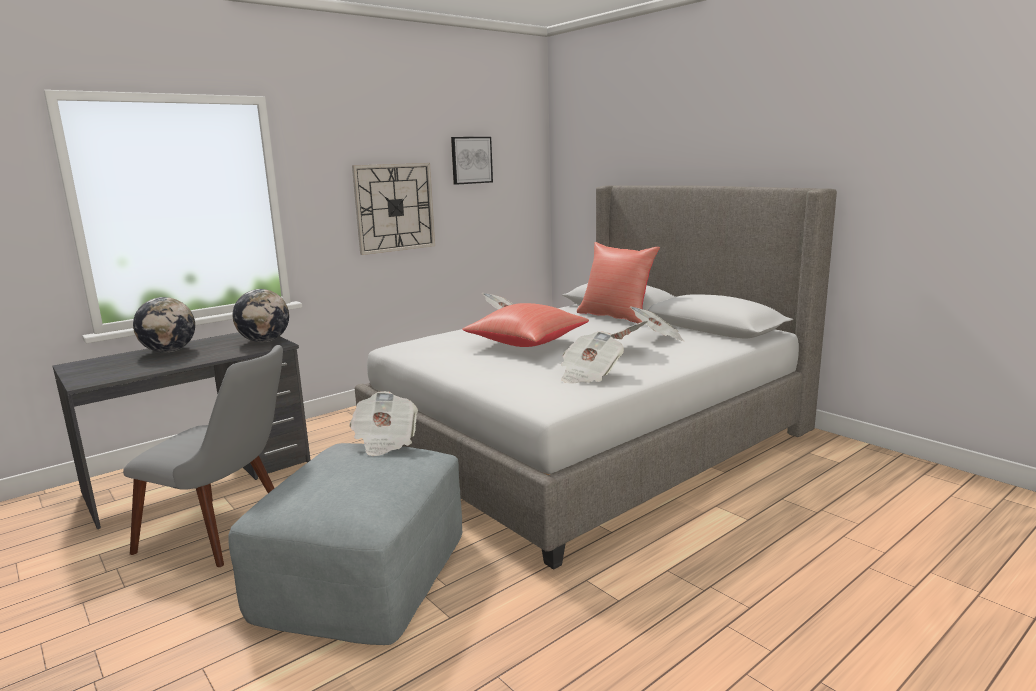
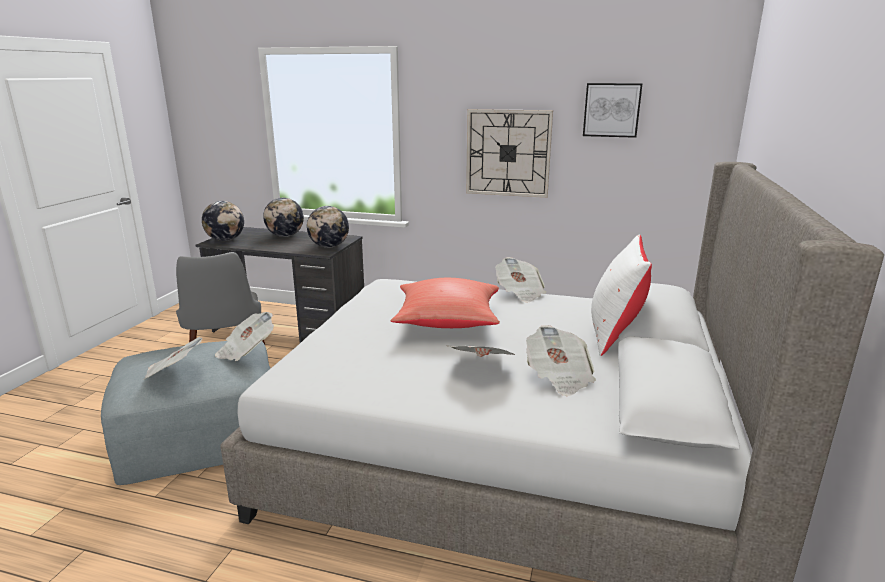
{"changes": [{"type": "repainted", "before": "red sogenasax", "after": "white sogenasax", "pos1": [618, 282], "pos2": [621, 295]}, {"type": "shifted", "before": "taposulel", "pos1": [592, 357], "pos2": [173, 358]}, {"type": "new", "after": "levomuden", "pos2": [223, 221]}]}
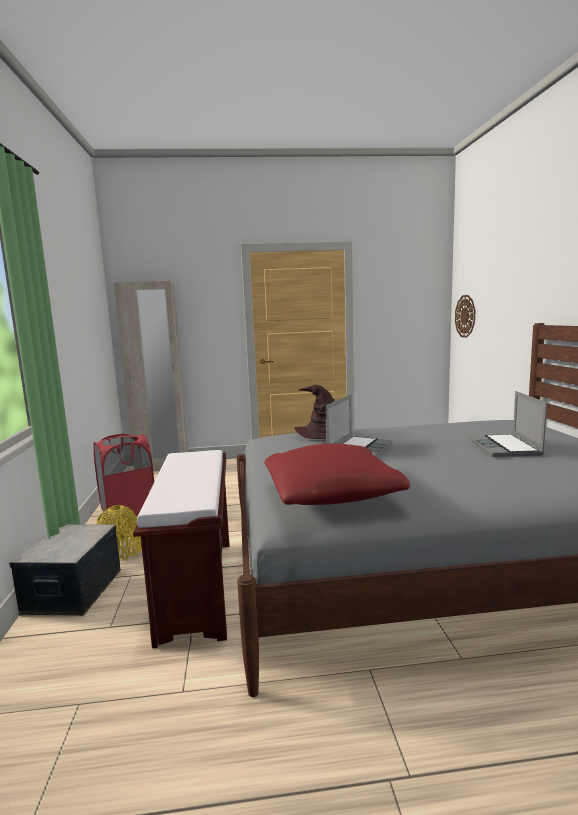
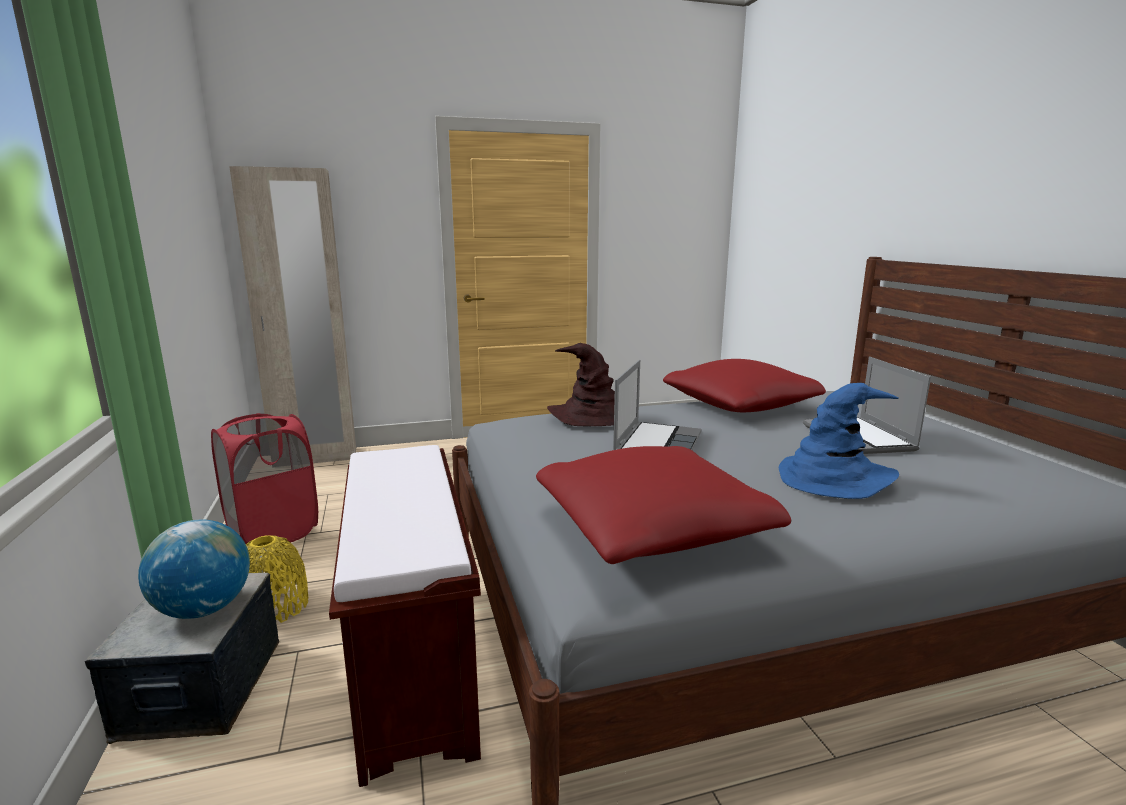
{"changes": [{"type": "gone", "before": "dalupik", "pos1": [465, 316]}, {"type": "new", "after": "red sogenasax", "pos2": [744, 385]}, {"type": "new", "after": "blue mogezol", "pos2": [839, 441]}, {"type": "new", "after": "levomuden", "pos2": [194, 569]}]}
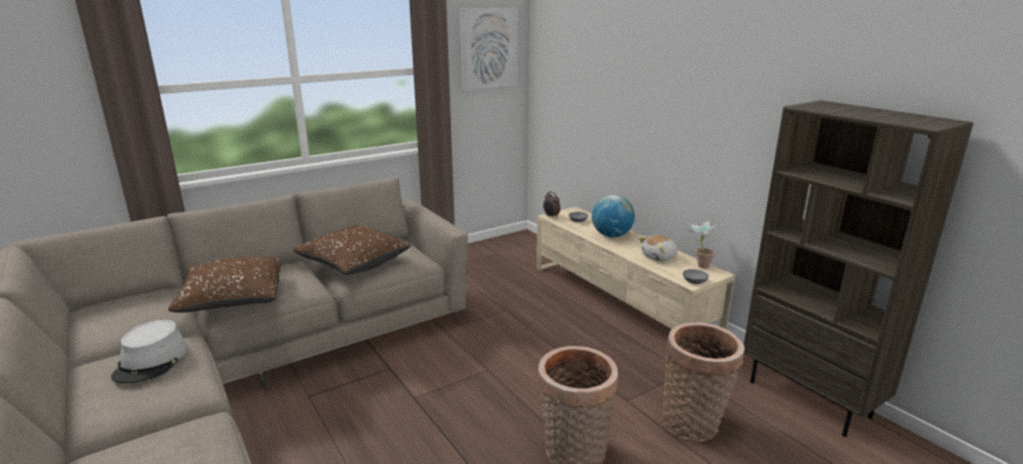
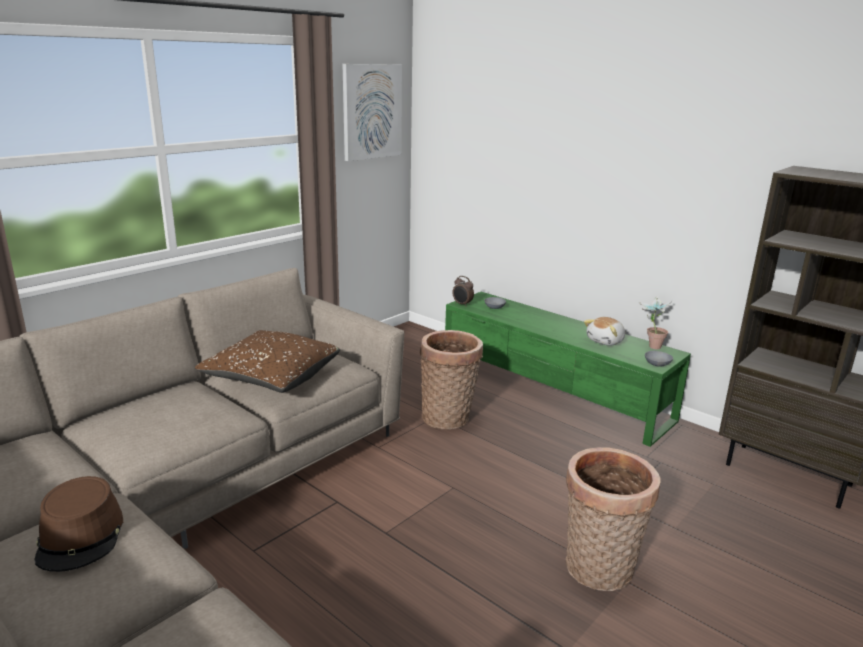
{"changes": [{"type": "gone", "before": "levomuden", "pos1": [613, 216]}, {"type": "repainted", "before": "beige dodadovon", "after": "green dodadovon", "pos1": [636, 268], "pos2": [568, 369]}, {"type": "gone", "before": "brown sogenasax", "pos1": [225, 285]}, {"type": "repainted", "before": "grey mogezol", "after": "brown mogezol", "pos1": [149, 351], "pos2": [79, 524]}, {"type": "shifted", "before": "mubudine", "pos1": [703, 382], "pos2": [451, 379]}]}
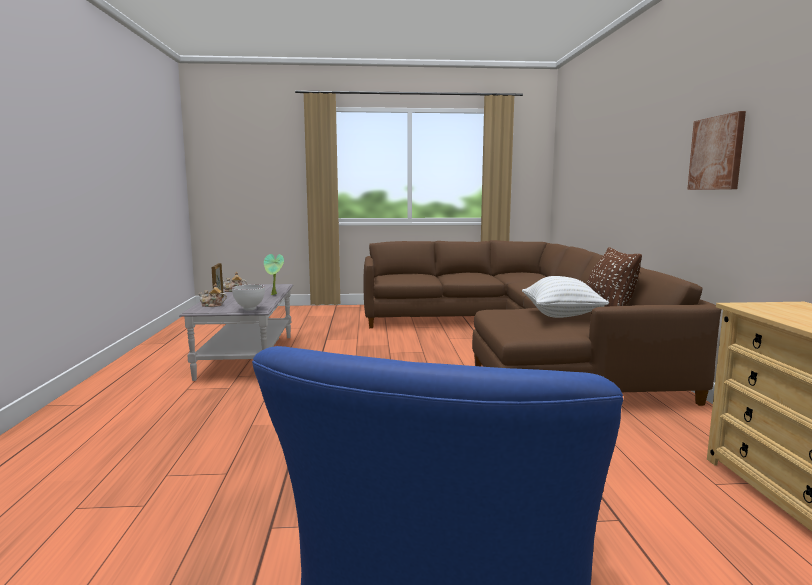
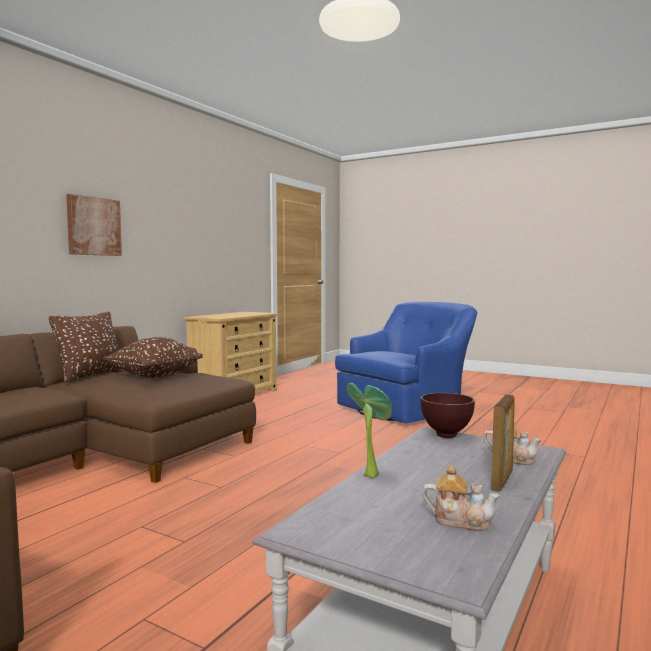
{"changes": [{"type": "repainted", "before": "white sogenasax", "after": "brown sogenasax", "pos1": [565, 297], "pos2": [153, 357]}, {"type": "repainted", "before": "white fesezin", "after": "brown fesezin", "pos1": [248, 297], "pos2": [448, 415]}]}
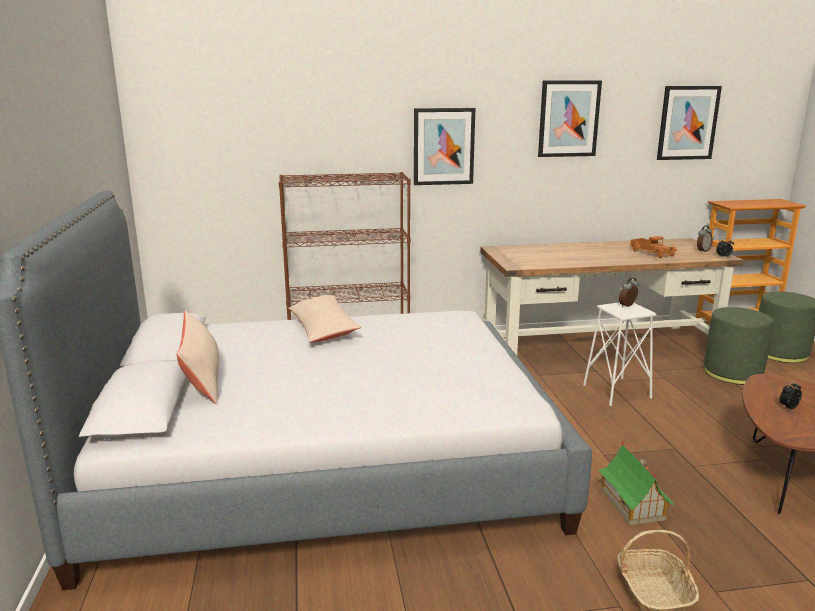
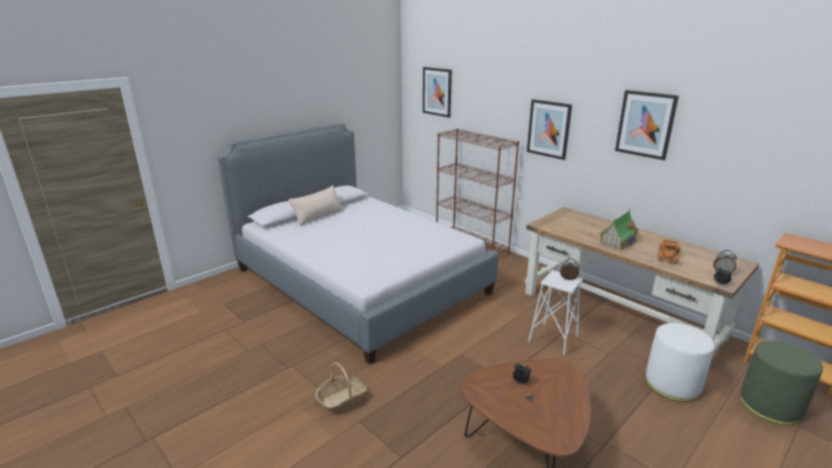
{"changes": [{"type": "shifted", "before": "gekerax", "pos1": [689, 123], "pos2": [437, 92]}, {"type": "gone", "before": "beige sogenasax", "pos1": [324, 319]}, {"type": "repainted", "before": "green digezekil", "after": "white digezekil", "pos1": [738, 346], "pos2": [680, 362]}, {"type": "shifted", "before": "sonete", "pos1": [635, 483], "pos2": [618, 229]}]}
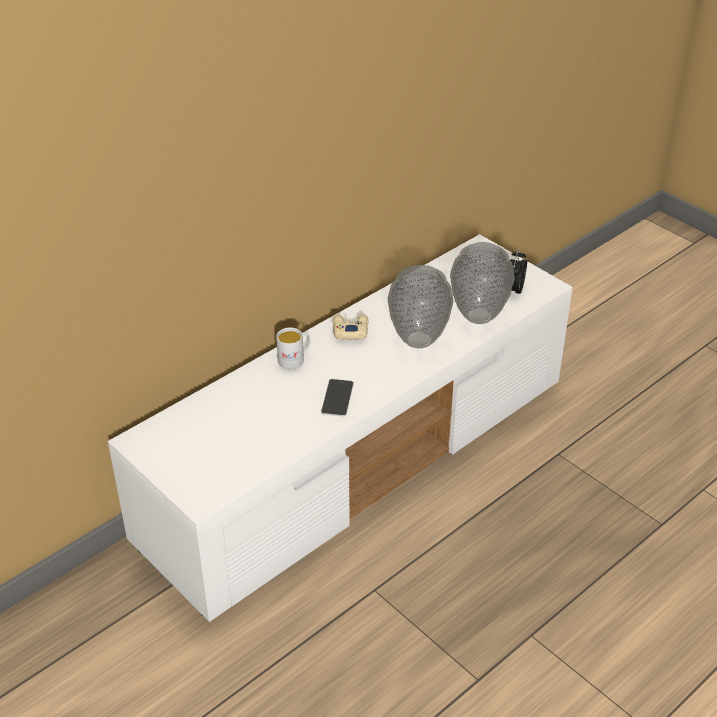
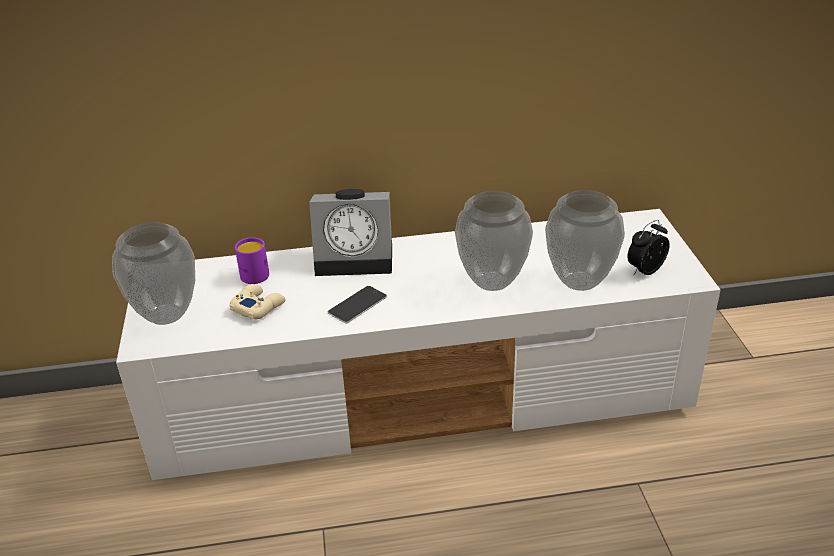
{"changes": [{"type": "shifted", "before": "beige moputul", "pos1": [350, 327], "pos2": [257, 301]}, {"type": "swapped", "before": "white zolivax", "after": "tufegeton", "pos1": [293, 348], "pos2": [350, 232]}, {"type": "new", "after": "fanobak", "pos2": [153, 273]}, {"type": "new", "after": "purple zolivax", "pos2": [252, 260]}]}
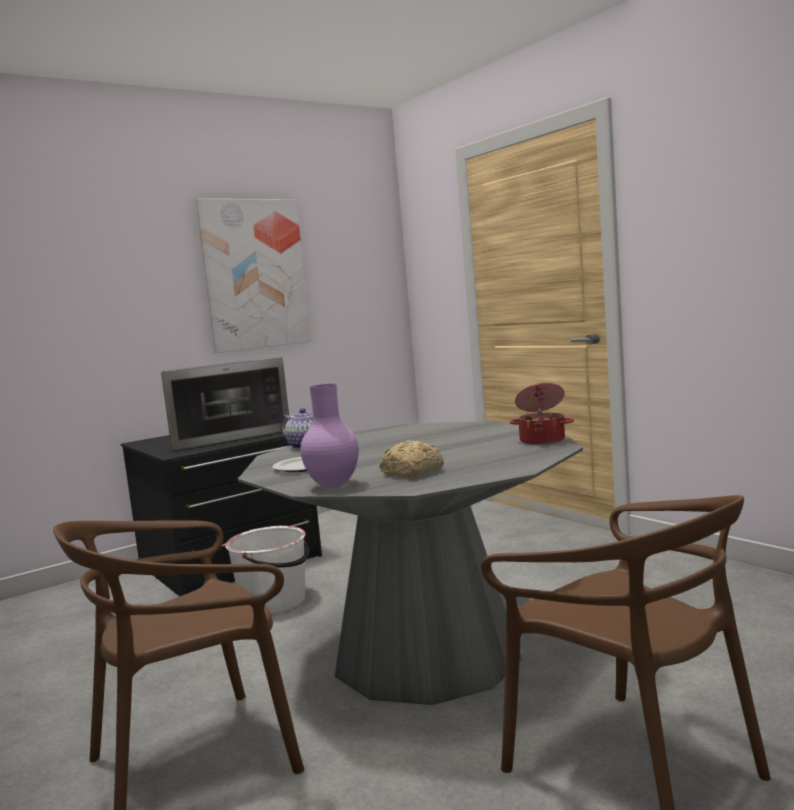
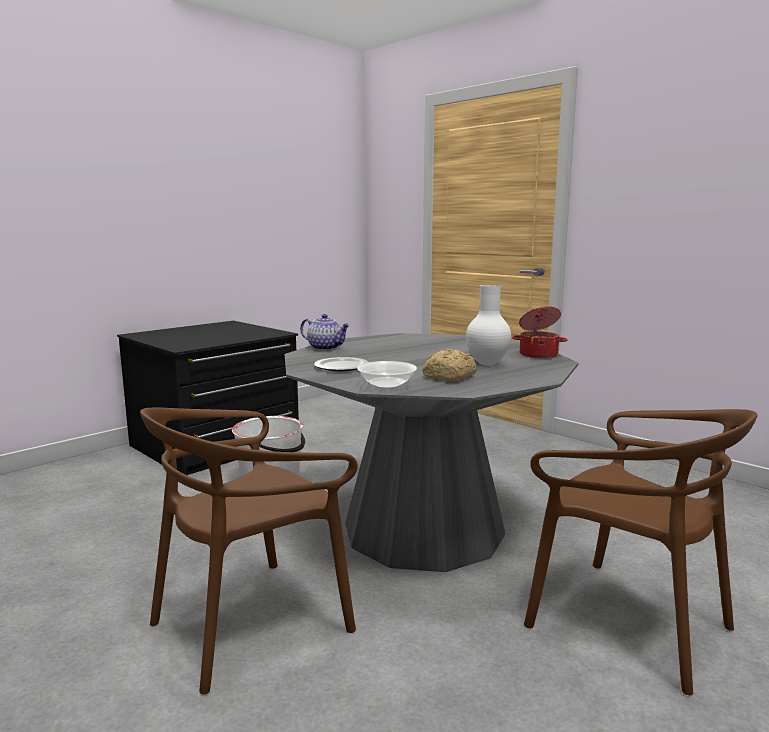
{"changes": [{"type": "gone", "before": "gekerax", "pos1": [253, 276]}, {"type": "gone", "before": "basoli", "pos1": [225, 404]}, {"type": "swapped", "before": "purple fanobak", "after": "fesezin", "pos1": [329, 436], "pos2": [387, 375]}, {"type": "new", "after": "white fanobak", "pos2": [488, 325]}]}
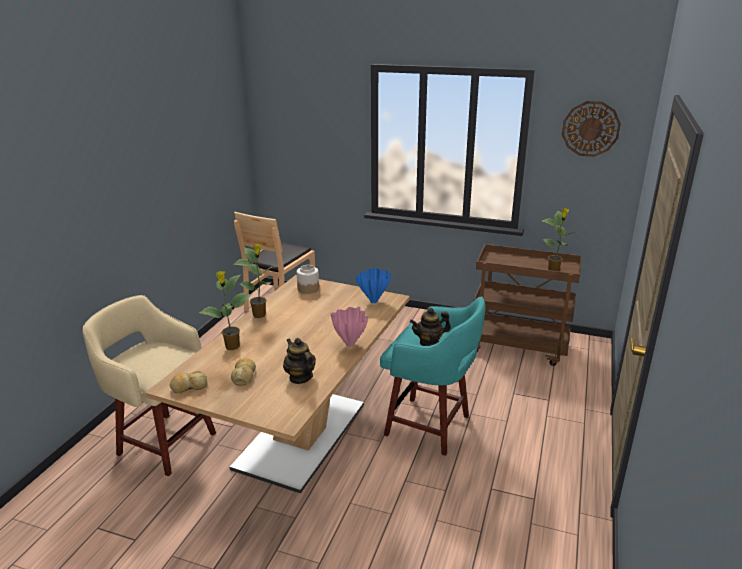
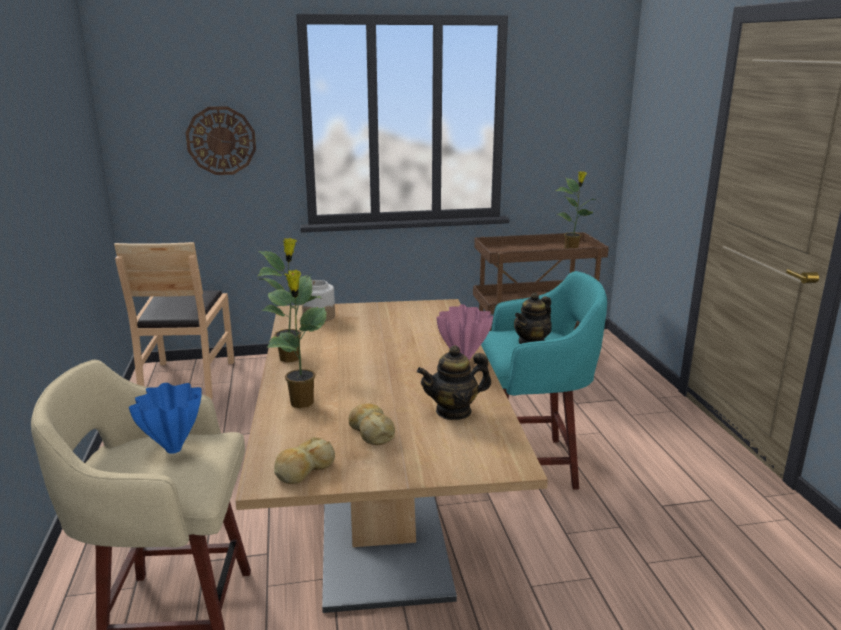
{"changes": [{"type": "shifted", "before": "dalupik", "pos1": [591, 129], "pos2": [221, 140]}, {"type": "shifted", "before": "blue fanobak", "pos1": [373, 285], "pos2": [165, 418]}, {"type": "rotated", "before": "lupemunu", "pos1": [299, 361], "pos2": [454, 382], "turn": -45}]}
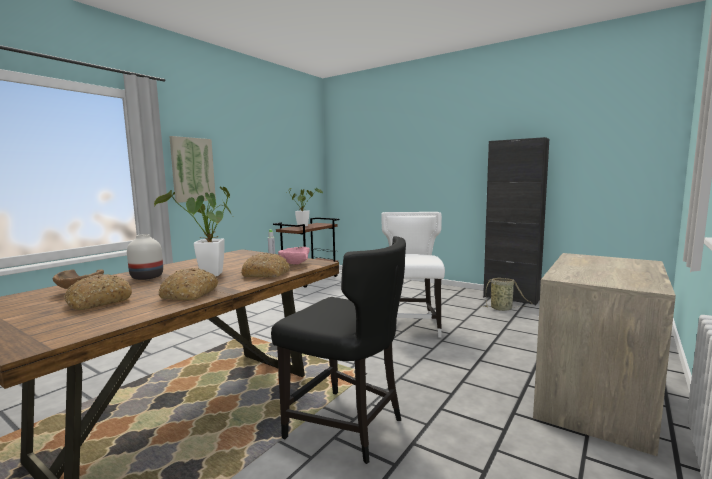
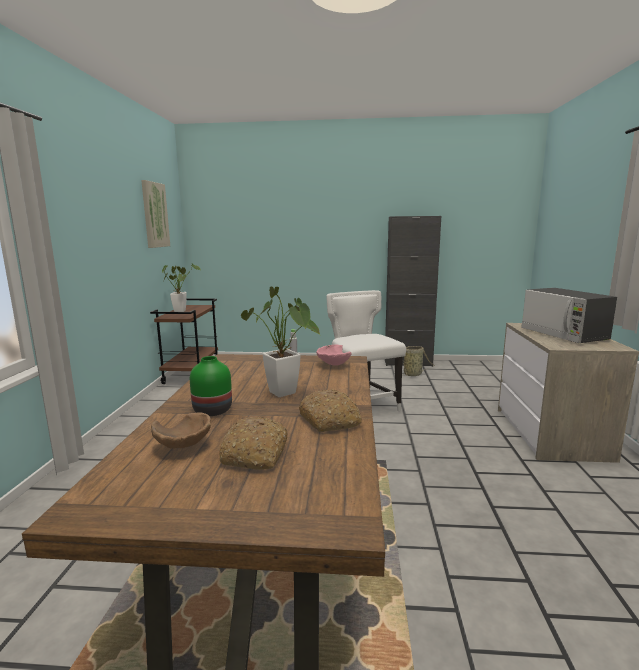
{"changes": [{"type": "shifted", "before": "gekerax", "pos1": [192, 169], "pos2": [155, 214]}, {"type": "repainted", "before": "white fanobak", "after": "green fanobak", "pos1": [145, 257], "pos2": [211, 386]}, {"type": "gone", "before": "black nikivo", "pos1": [338, 350]}, {"type": "gone", "before": "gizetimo", "pos1": [265, 265]}, {"type": "new", "after": "basoli", "pos2": [569, 315]}]}
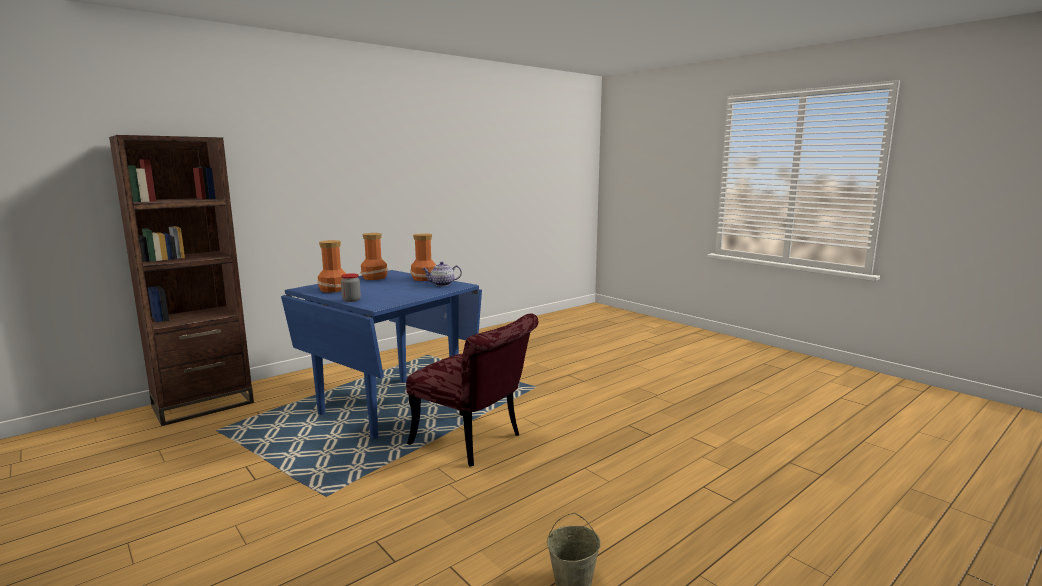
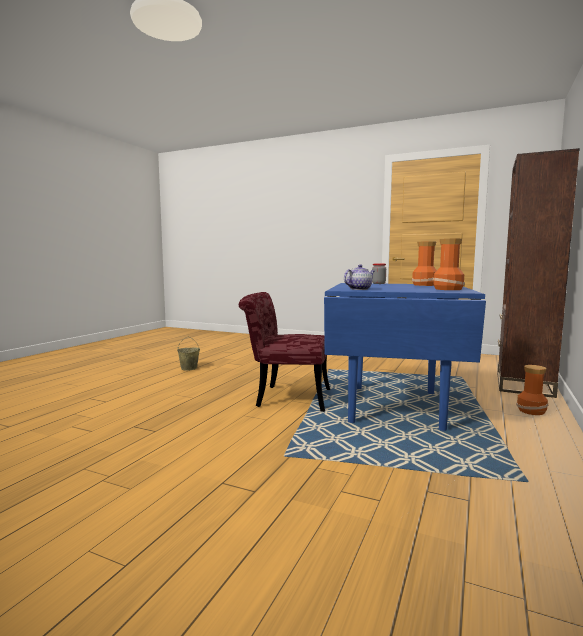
{"changes": [{"type": "shifted", "before": "fanobak", "pos1": [423, 257], "pos2": [532, 390]}]}
